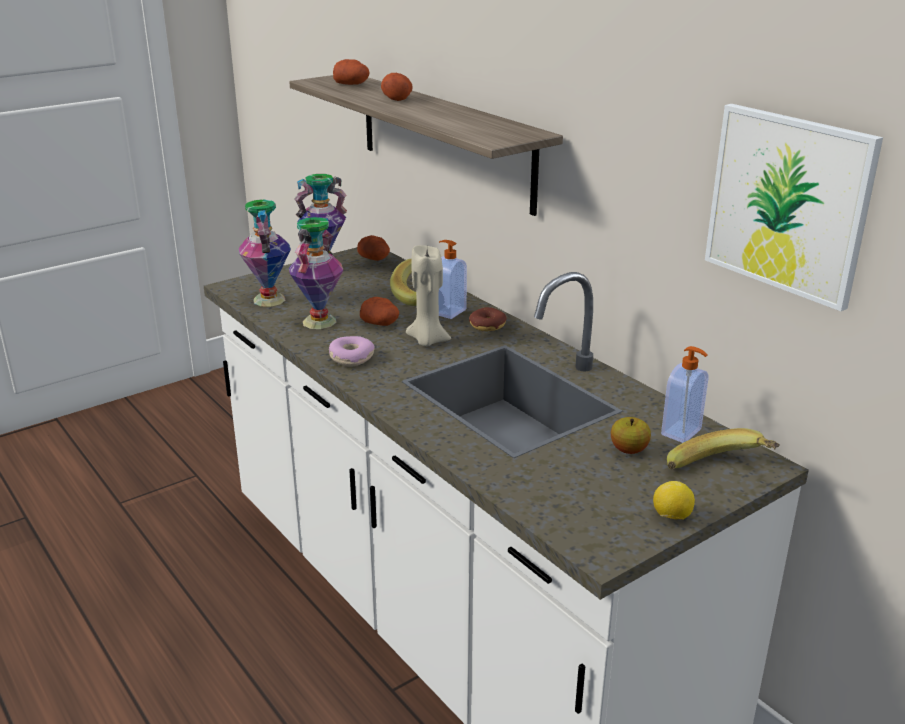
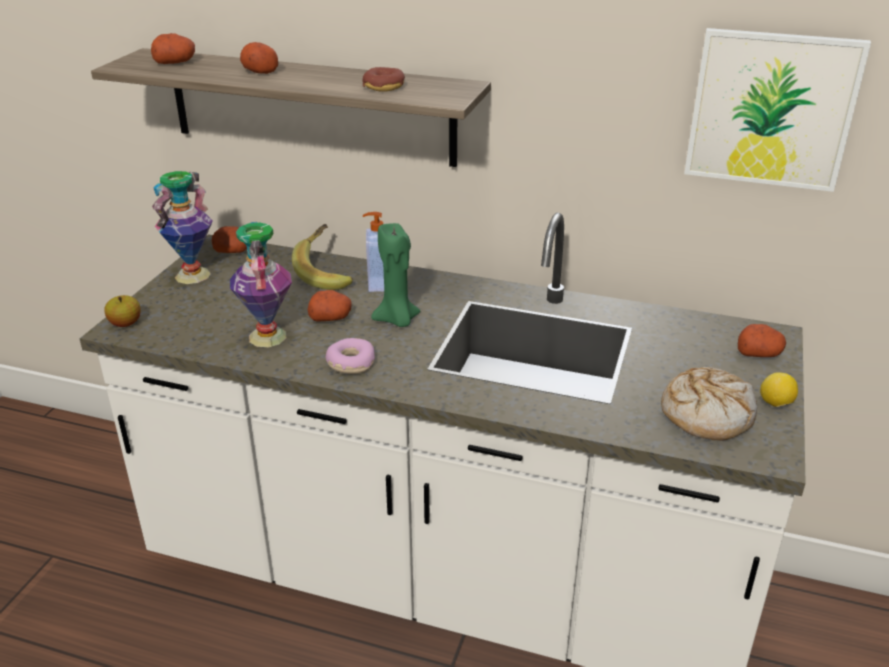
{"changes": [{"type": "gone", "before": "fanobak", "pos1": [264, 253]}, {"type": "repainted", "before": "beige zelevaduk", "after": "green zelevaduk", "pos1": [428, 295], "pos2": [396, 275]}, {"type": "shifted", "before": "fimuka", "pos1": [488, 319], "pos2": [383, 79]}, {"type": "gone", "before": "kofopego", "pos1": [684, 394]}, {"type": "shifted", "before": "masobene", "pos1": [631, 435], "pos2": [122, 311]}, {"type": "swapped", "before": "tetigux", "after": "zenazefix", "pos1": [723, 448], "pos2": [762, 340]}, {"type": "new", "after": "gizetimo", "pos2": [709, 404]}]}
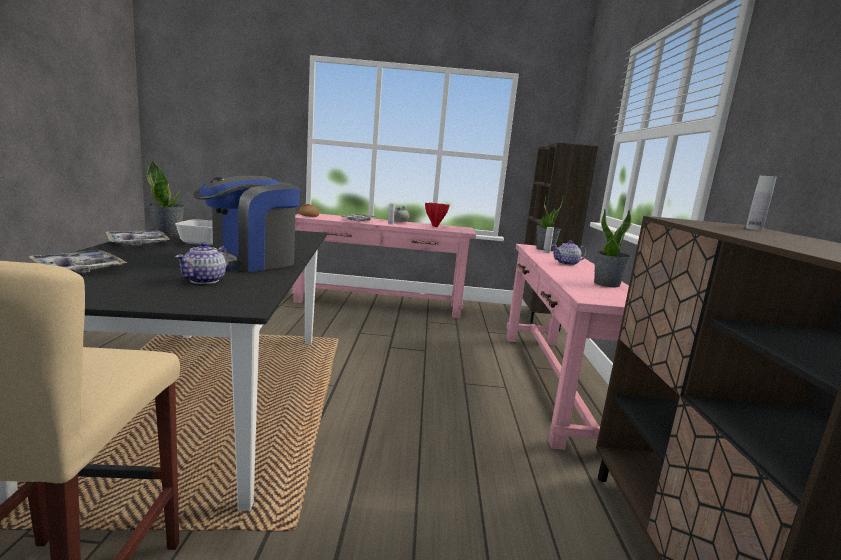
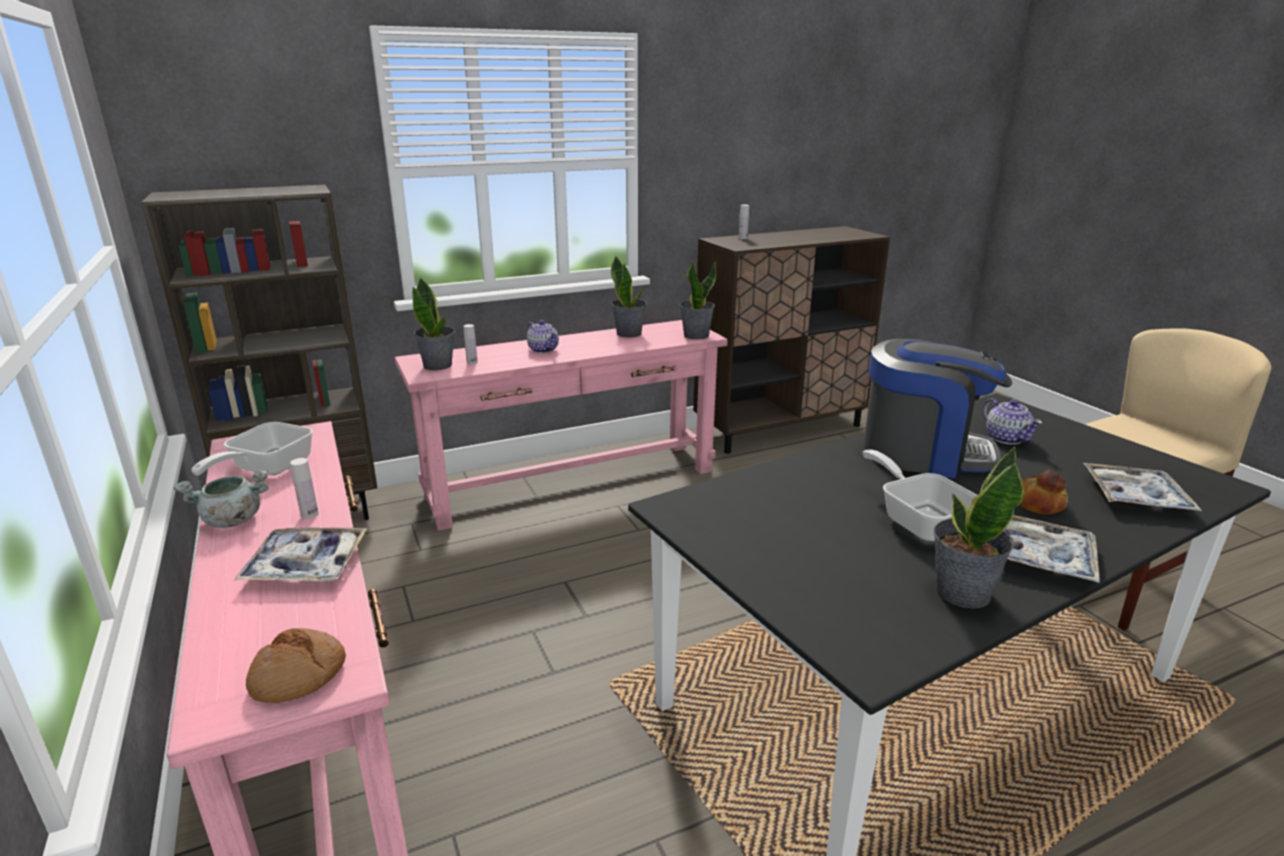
{"changes": [{"type": "swapped", "before": "red fanobak", "after": "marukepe", "pos1": [437, 215], "pos2": [252, 449]}, {"type": "rotated", "before": "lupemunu", "pos1": [202, 263], "pos2": [1012, 421], "turn": 75}, {"type": "new", "after": "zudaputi", "pos2": [698, 300]}, {"type": "new", "after": "gizetimo", "pos2": [1044, 492]}]}
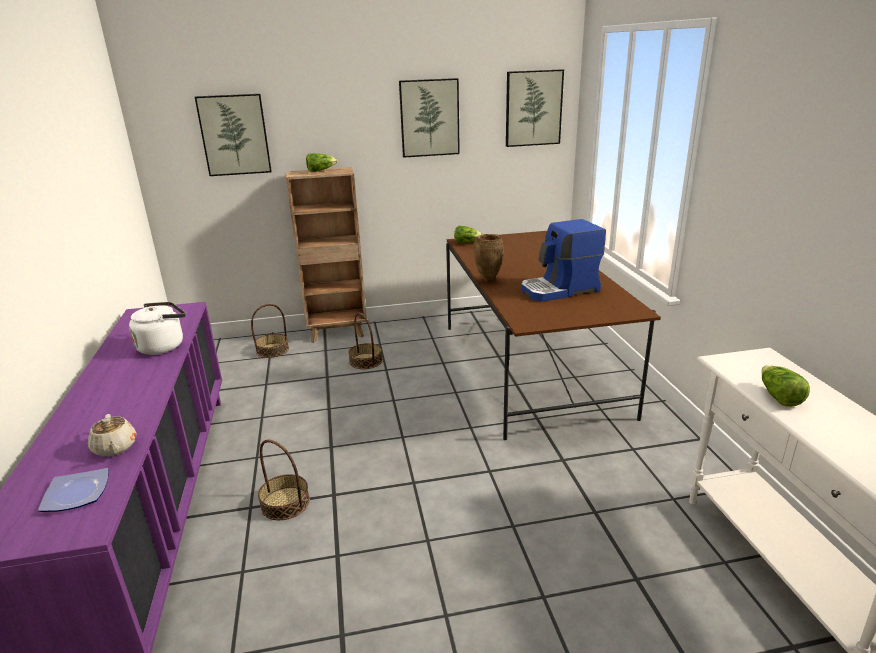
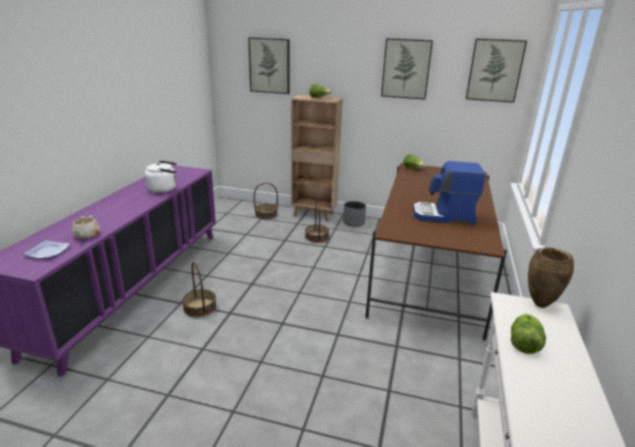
{"changes": [{"type": "shifted", "before": "brown fanobak", "pos1": [488, 258], "pos2": [551, 277]}, {"type": "new", "after": "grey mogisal", "pos2": [354, 214]}]}
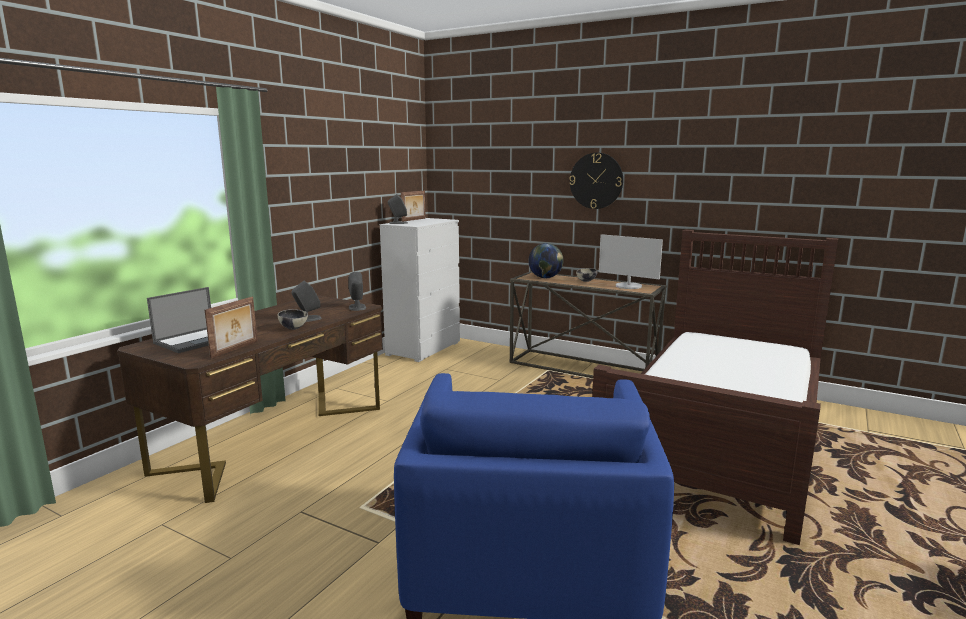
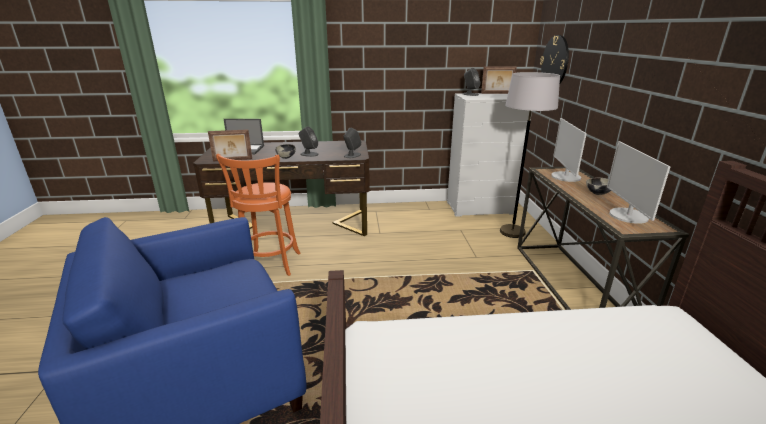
{"changes": [{"type": "shifted", "before": "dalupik", "pos1": [596, 181], "pos2": [554, 59]}, {"type": "swapped", "before": "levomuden", "after": "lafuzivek", "pos1": [546, 260], "pos2": [569, 150]}, {"type": "new", "after": "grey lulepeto", "pos2": [530, 155]}, {"type": "new", "after": "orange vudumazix", "pos2": [258, 215]}]}
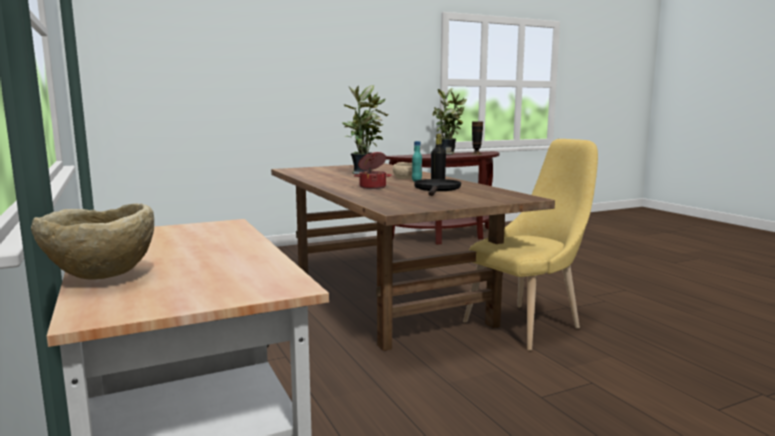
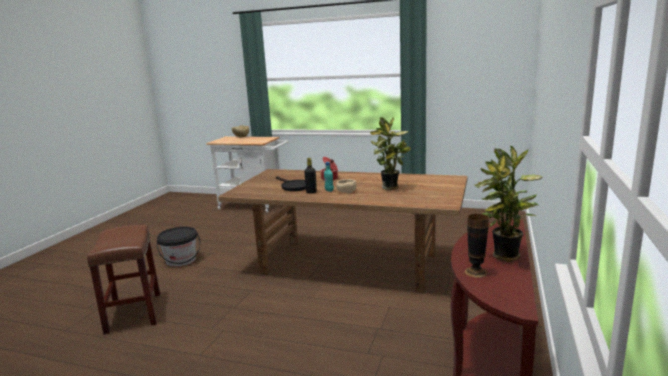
{"changes": [{"type": "gone", "before": "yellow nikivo", "pos1": [530, 245]}, {"type": "new", "after": "brown vudumazix", "pos2": [123, 280]}, {"type": "new", "after": "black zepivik", "pos2": [178, 247]}]}
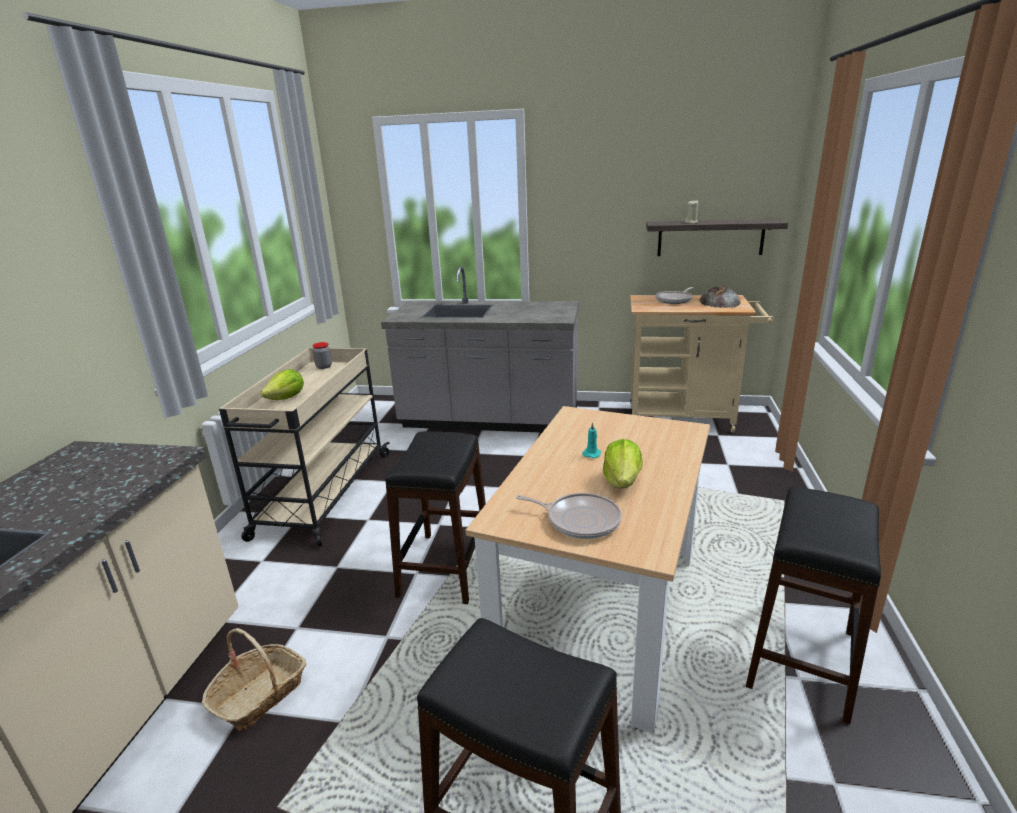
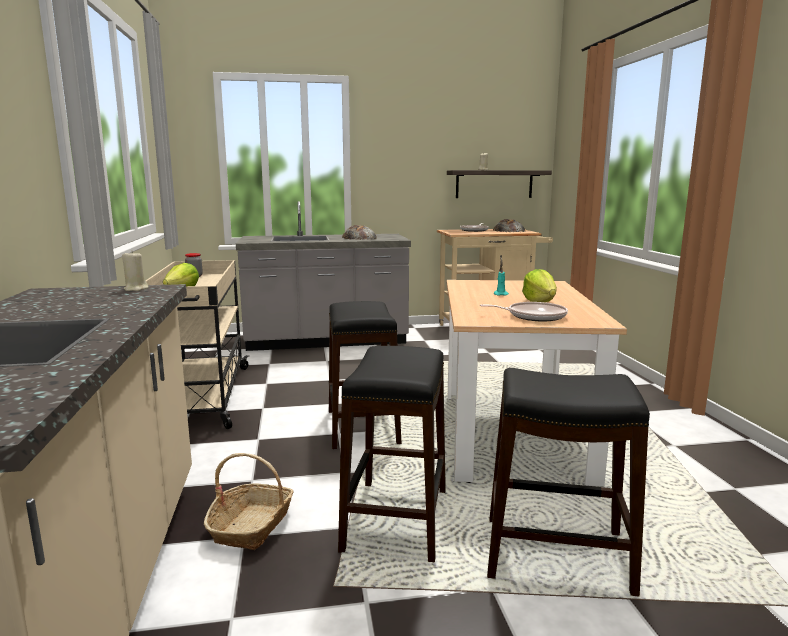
{"changes": [{"type": "shifted", "before": "black vudumazix", "pos1": [813, 605], "pos2": [392, 454]}, {"type": "new", "after": "gizetimo", "pos2": [359, 232]}, {"type": "new", "after": "beige zelevaduk", "pos2": [135, 270]}]}
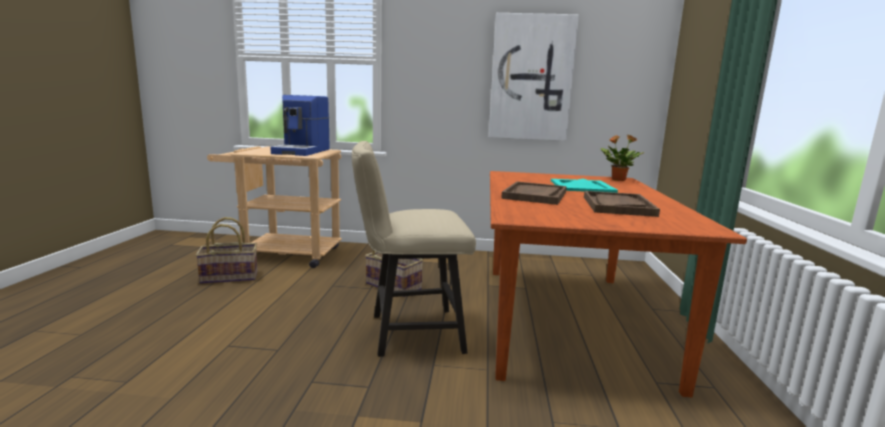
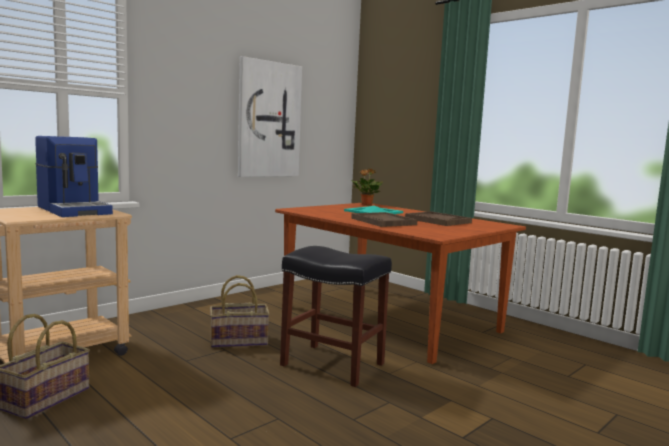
{"changes": [{"type": "swapped", "before": "beige nikivo", "after": "black vudumazix", "pos1": [414, 249], "pos2": [336, 316]}]}
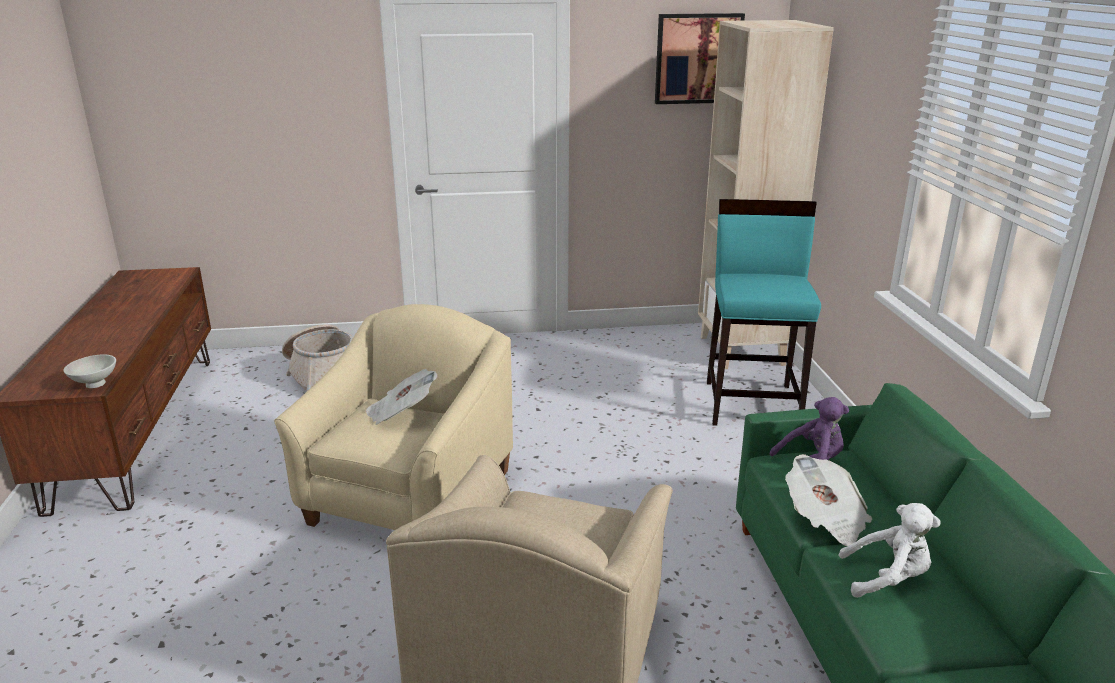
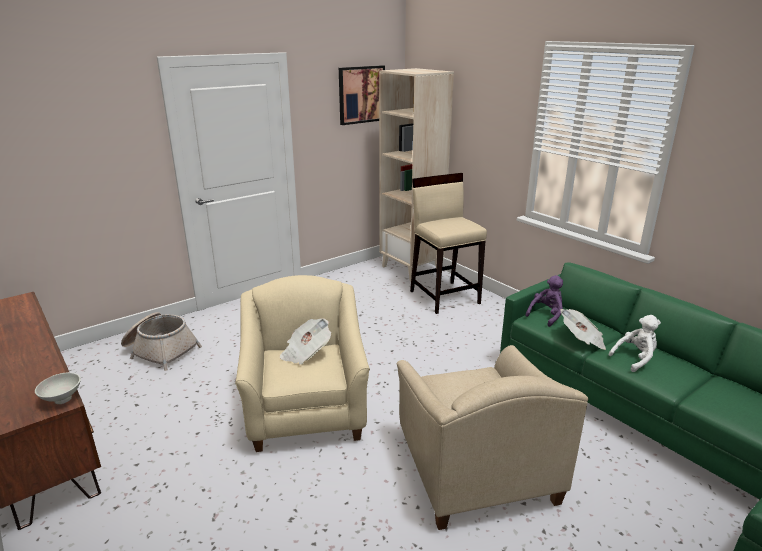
{"changes": [{"type": "repainted", "before": "turquoise vudumazix", "after": "beige vudumazix", "pos1": [764, 312], "pos2": [448, 243]}]}
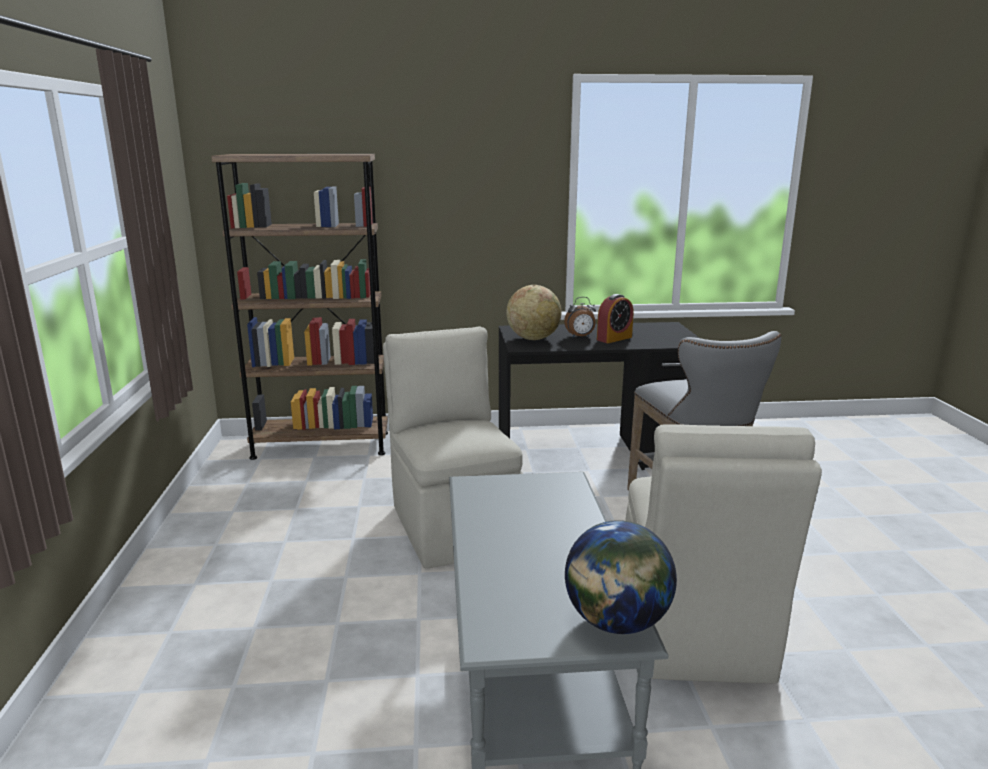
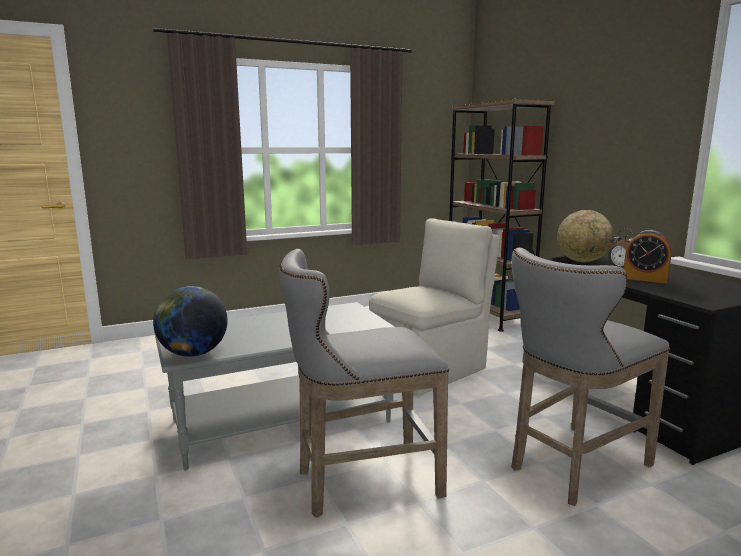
{"changes": [{"type": "swapped", "before": "beige nikivo", "after": "grey vudumazix", "pos1": [723, 554], "pos2": [364, 383]}]}
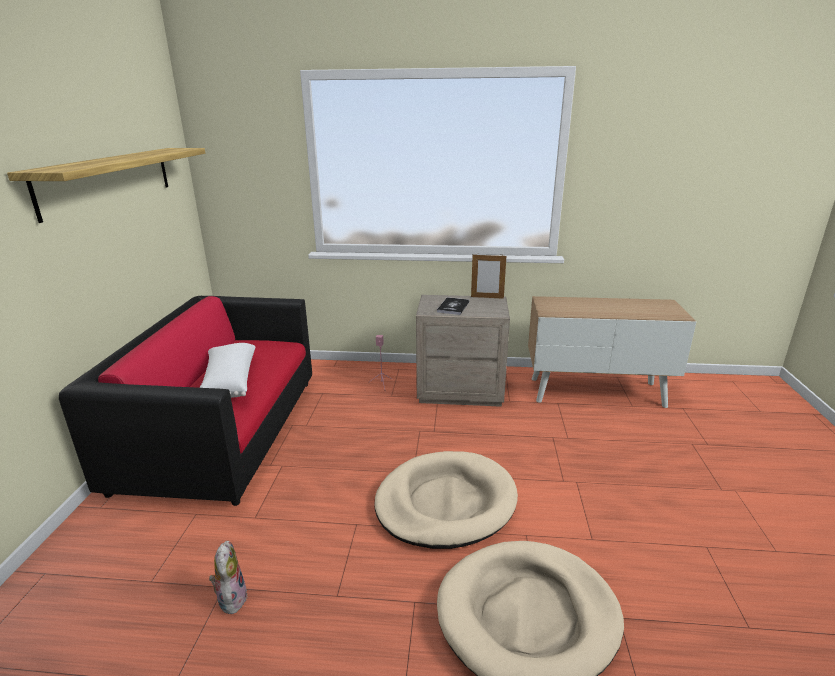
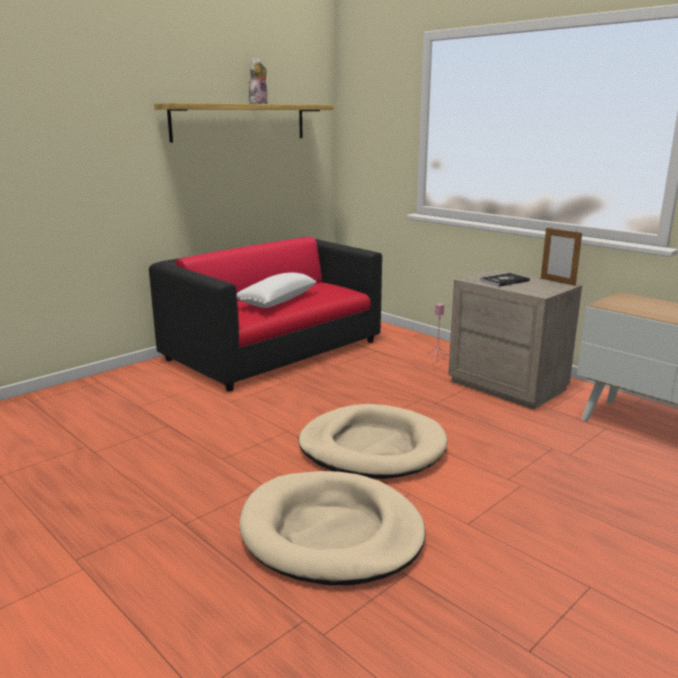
{"changes": [{"type": "shifted", "before": "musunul", "pos1": [228, 577], "pos2": [258, 81]}]}
